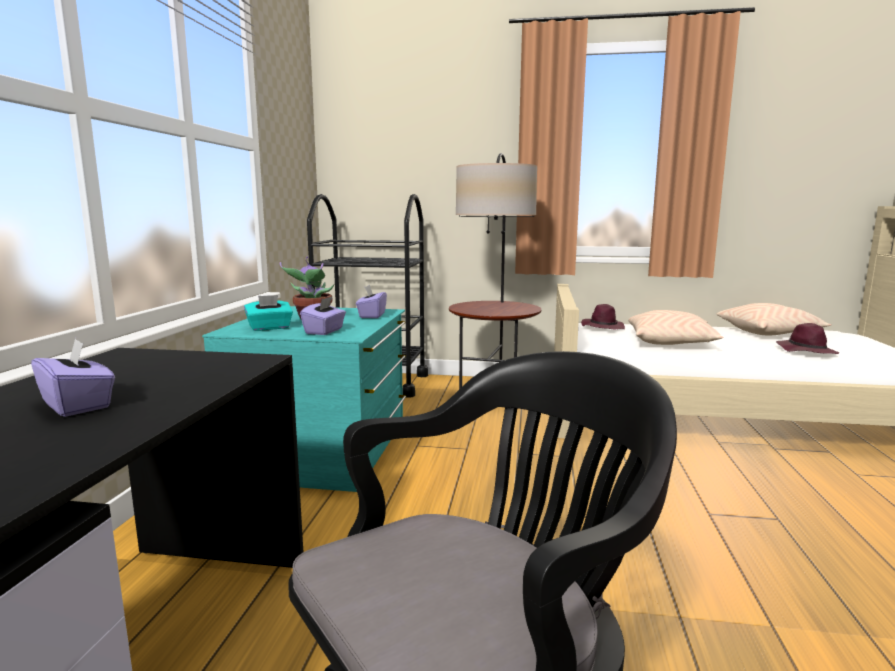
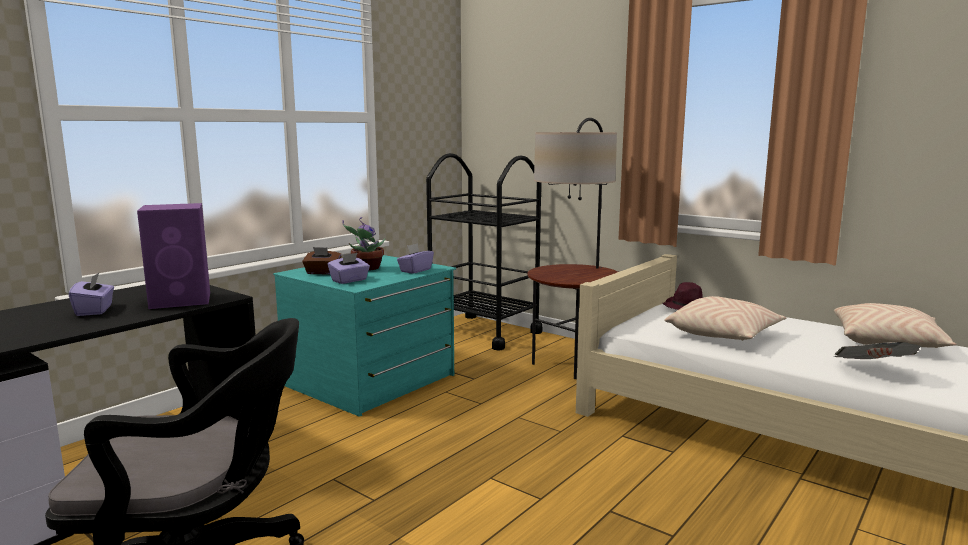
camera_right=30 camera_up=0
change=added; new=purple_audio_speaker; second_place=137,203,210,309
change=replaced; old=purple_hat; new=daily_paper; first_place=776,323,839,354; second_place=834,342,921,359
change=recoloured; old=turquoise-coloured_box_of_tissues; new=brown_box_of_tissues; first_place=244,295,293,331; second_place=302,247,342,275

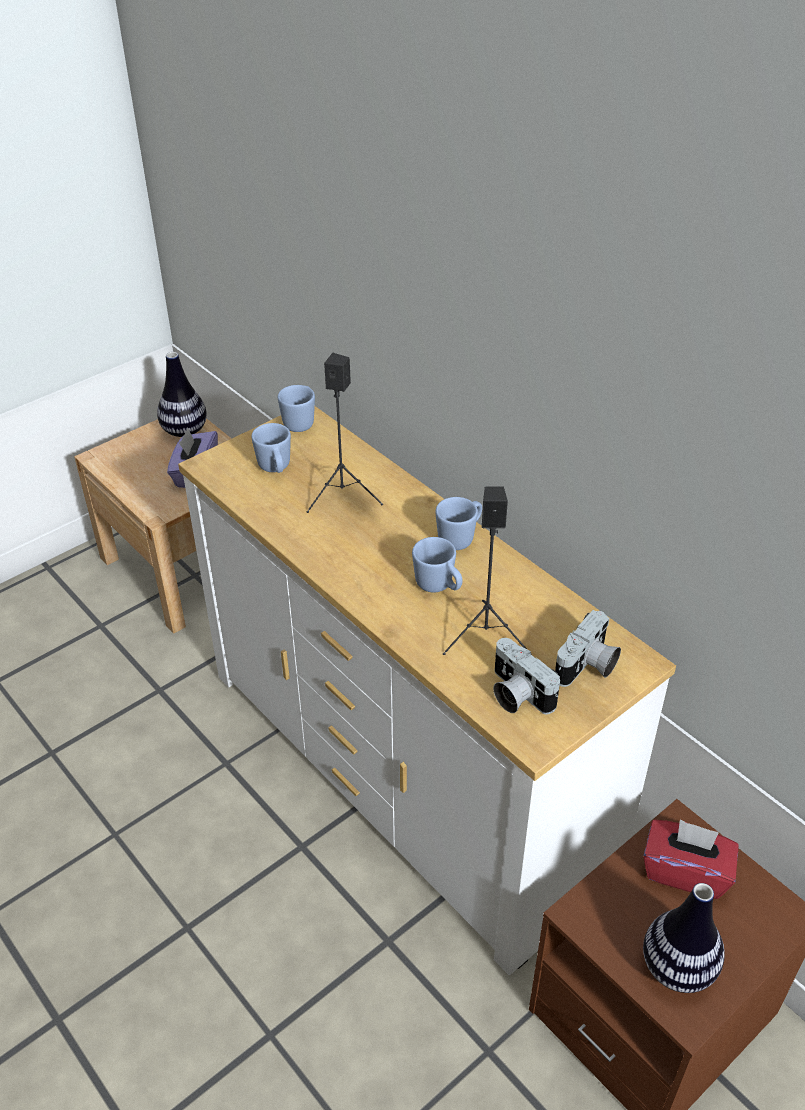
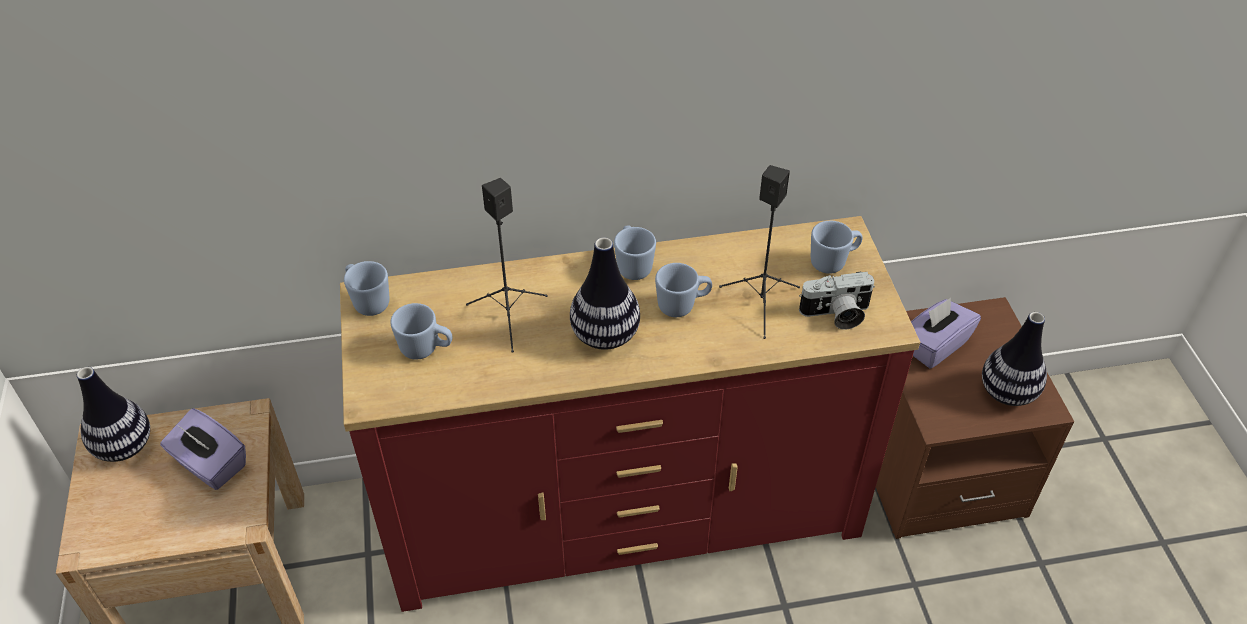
camera_right=-60 camera_up=5
change=added; new=vase; second_place=570,237,640,350
change=replaced; old=photo_camera; new=blue-coloured_coffee_mug; first_place=555,610,621,687; second_place=811,221,863,274
change=recoloured; old=white_dresser; new=reddish_dresser; first_place=178,406,676,976; second_place=340,216,920,612
change=recoloured; old=reddish_box_of_tissues; new=purple_box_of_tissues; first_place=644,819,739,899; second_place=911,298,981,369

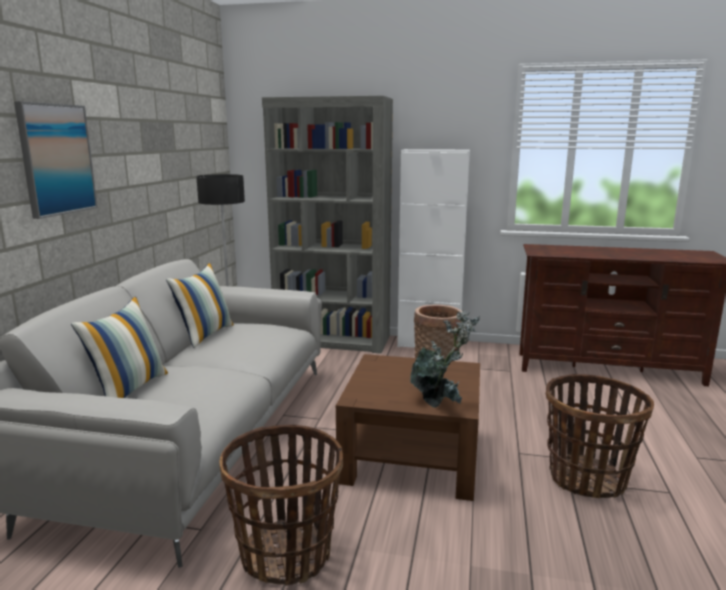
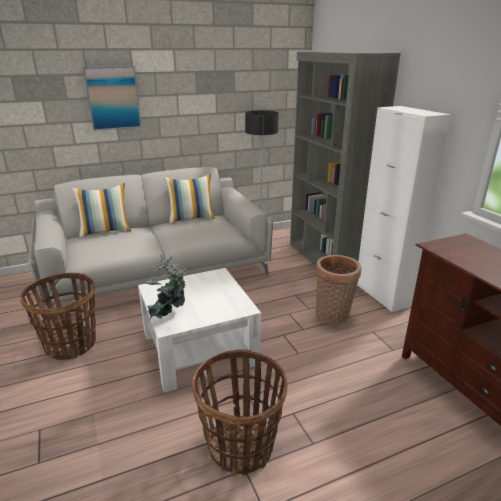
camera_right=55 camera_up=10
change=recoloured; old=brown_lounge_table; new=white_lounge_table; first_place=336,354,480,501; second_place=138,268,261,393

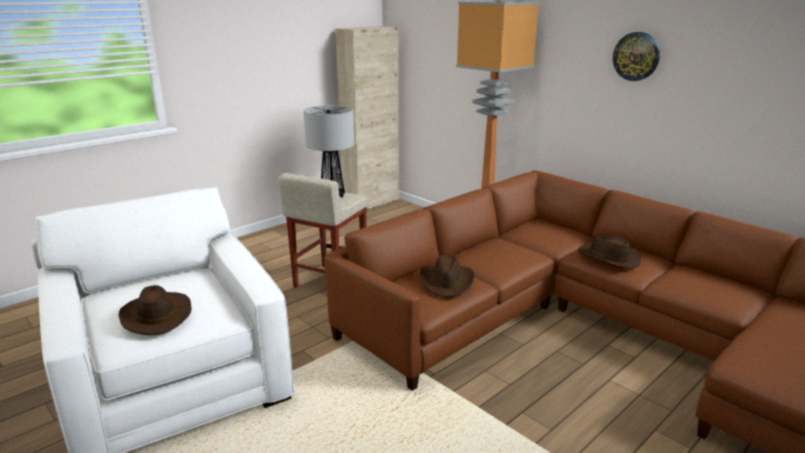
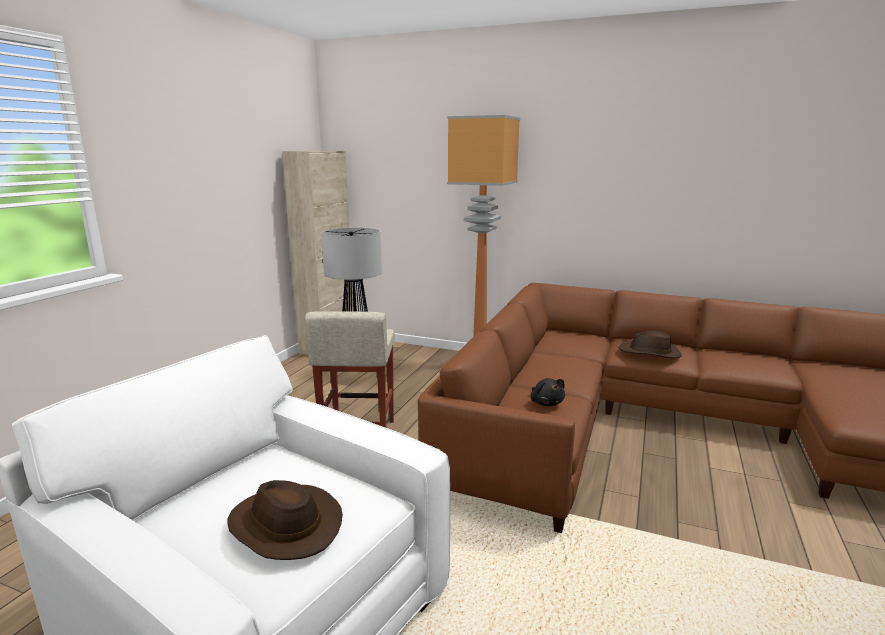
camera_right=-25 camera_up=-5
change=removed; old=wall_clock; first_place=613,32,660,81
change=replaced; old=brown_hat; new=blackish_cuddly_toy; first_place=420,254,474,298; second_place=531,378,565,406

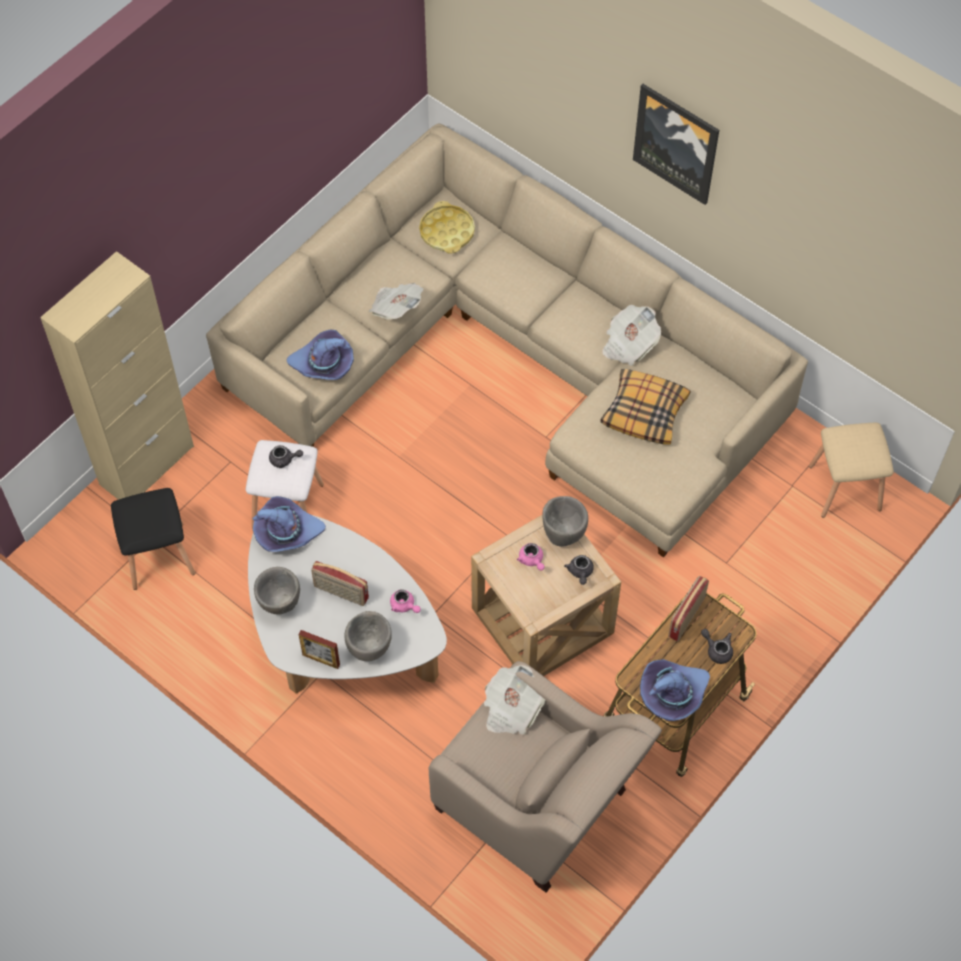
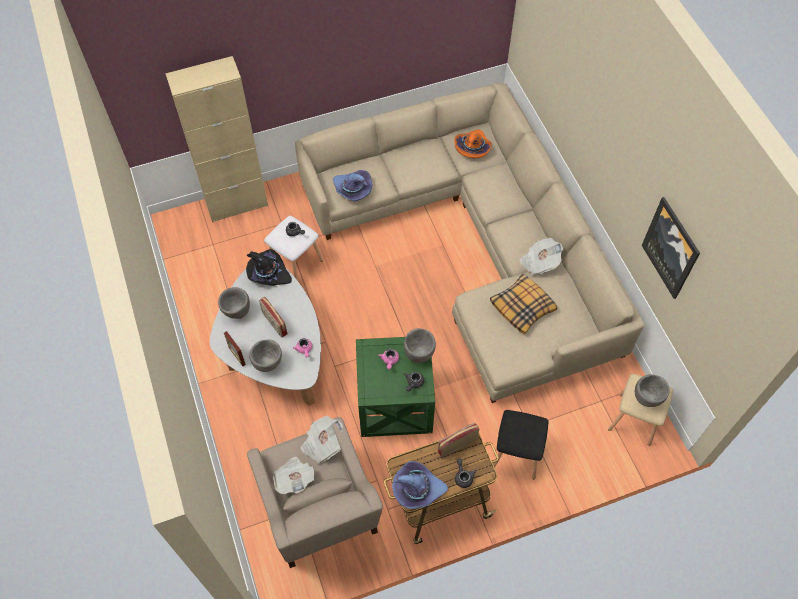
camera_right=30 camera_up=0
change=added; new=greyish_serving_bowl; second_place=635,374,670,407
change=moved; old=blackish_stool; first_place=111,488,195,590; second_place=493,410,548,479
change=moved; old=daily_paper; first_place=369,283,424,320; second_place=273,457,315,494
change=moved; old=picture; first_place=633,84,719,205; second_place=642,197,700,299
change=replaced; old=yellow_serving_tray; new=orange-coloured_hat; first_place=419,201,475,253; second_place=454,129,492,158
change=recoloured; old=purple_hat; new=blackish_hat; first_place=252,496,326,552; second_place=246,249,292,286
change=recoloured; old=beige-coloured_accent_table; new=green_accent_table; first_place=471,514,621,676; second_place=356,337,435,437

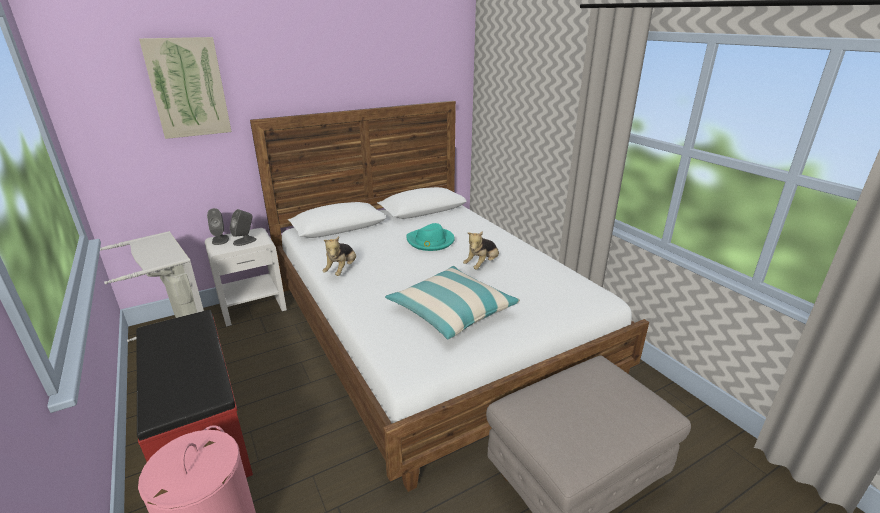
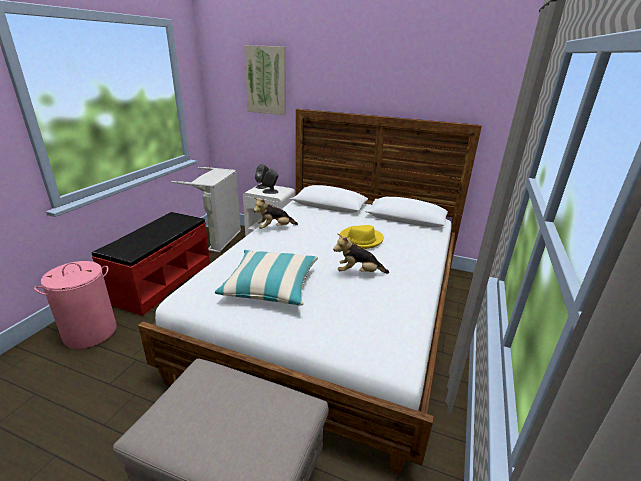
camera_right=50 camera_up=0
change=recoloured; old=turquoise-coloured_hat; new=yellow_hat; first_place=406,223,455,251; second_place=339,225,384,249

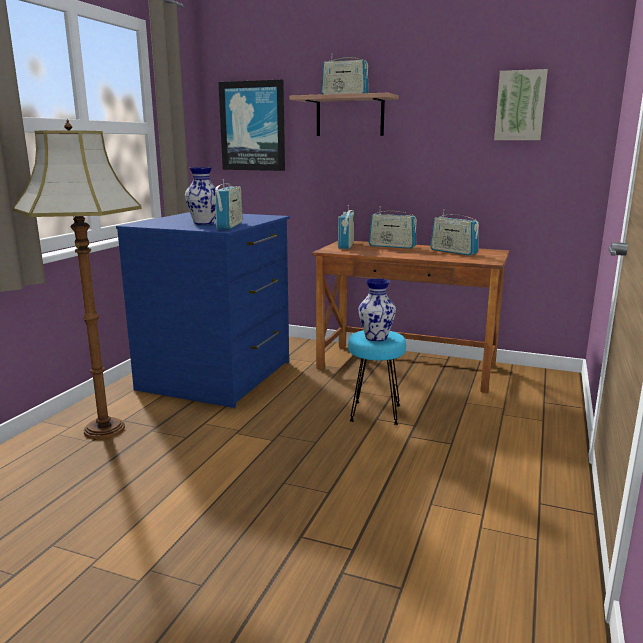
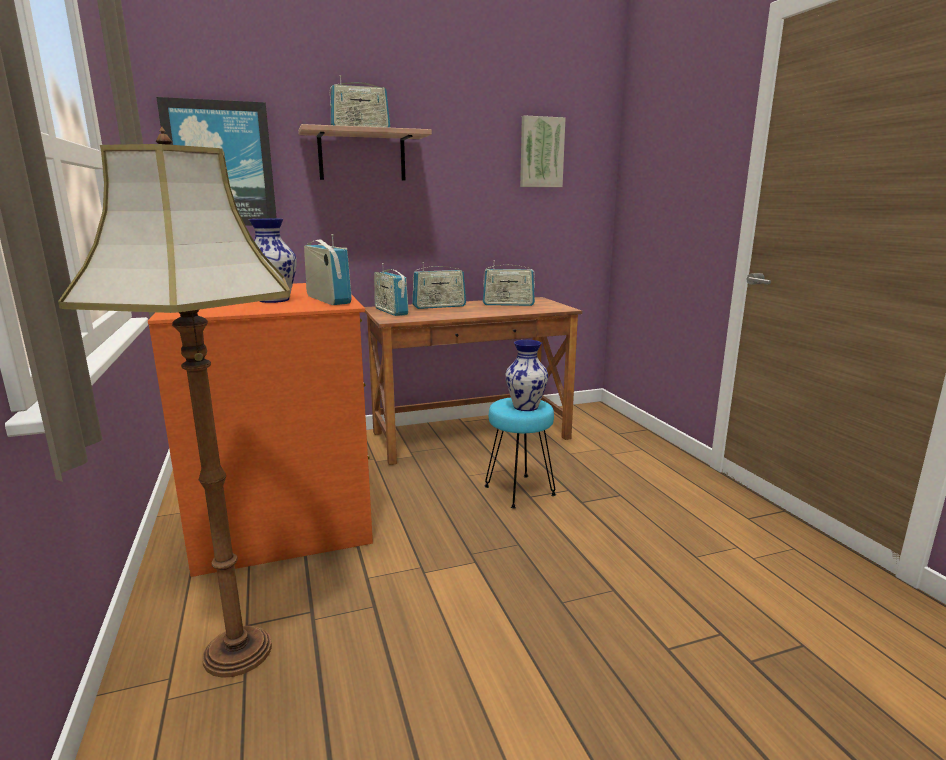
camera_right=-40 camera_up=0
change=recoloured; old=blue-coloured_dresser; new=orange-coloured_dresser; first_place=116,212,290,408; second_place=148,283,373,577

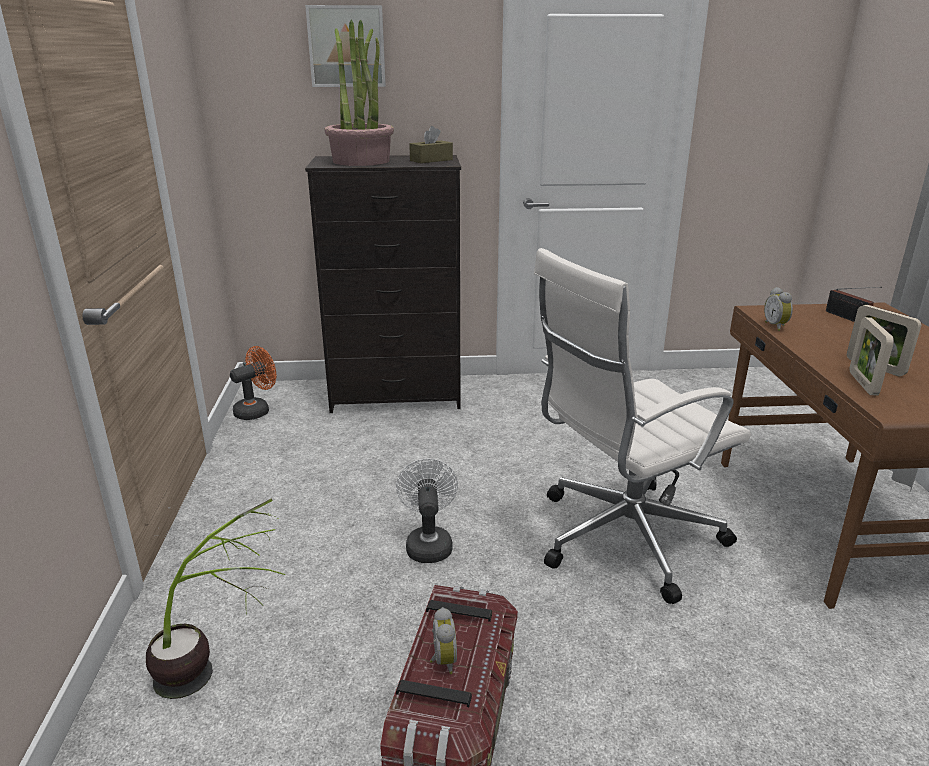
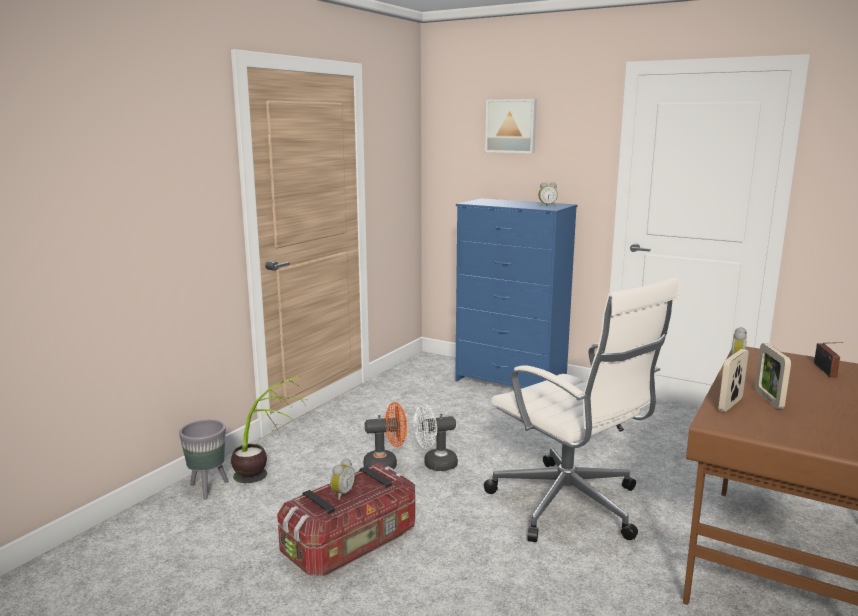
camera_right=35 camera_up=-10
change=removed; old=houseplant; first_place=325,20,394,166
change=added; new=greyish_planter; second_place=179,420,229,500
change=moved; old=orange-coloured_electric_fan; first_place=230,346,276,420; second_place=363,402,407,469
change=replaced; old=brown_box_of_tissues; new=bedside_clock; first_place=409,126,453,163; second_place=538,182,558,206
change=recoloured; old=blackish_dresser; new=blue-coloured_dresser; first_place=305,155,461,413; second_place=455,198,577,388
change=turned; old=white_electric_fan; first_place=396,458,458,563; second_place=413,404,458,471; degrees=-135
change=turned; old=white_desk_chair; first_place=534,248,751,604; second_place=484,278,679,542; degrees=-135

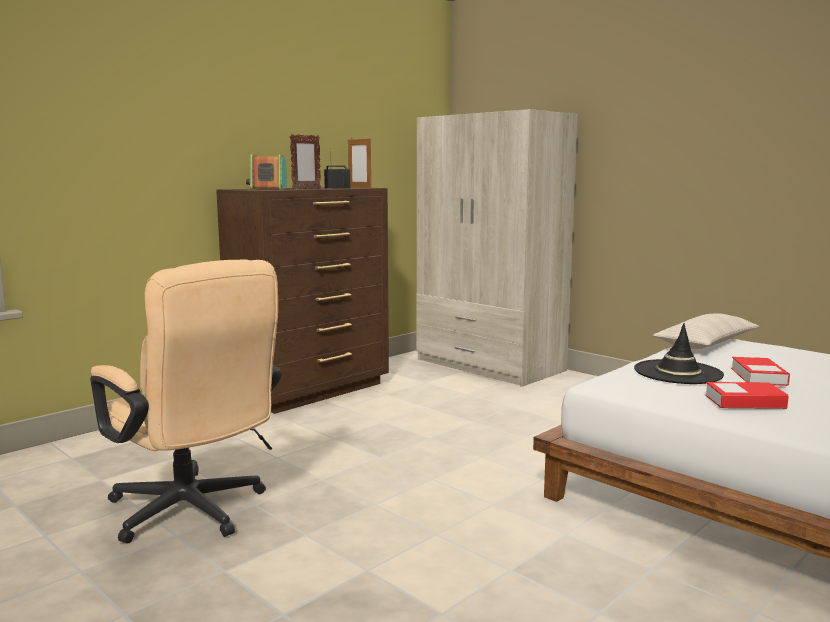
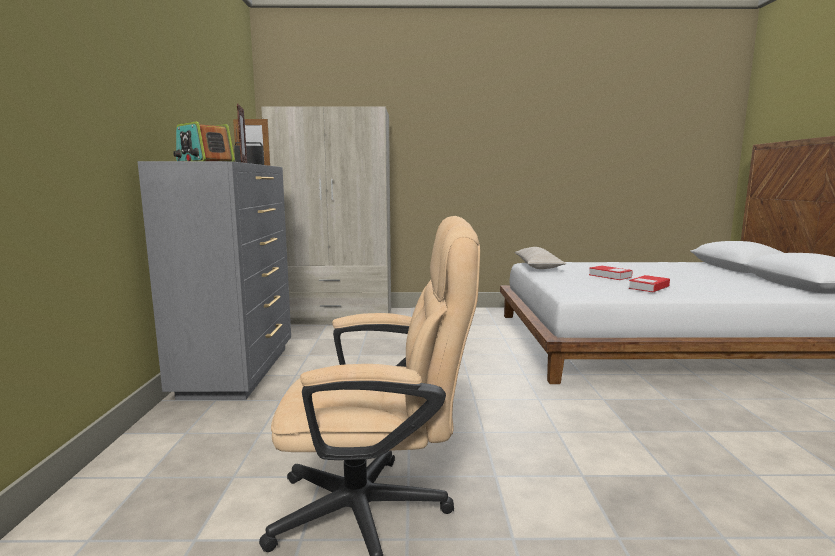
camera_right=-45 camera_up=0
change=removed; old=blackish_hat; first_place=634,323,724,384
change=recoloured; old=brown_dresser; new=greyish_dresser; first_place=216,187,389,414; second_place=138,161,291,400

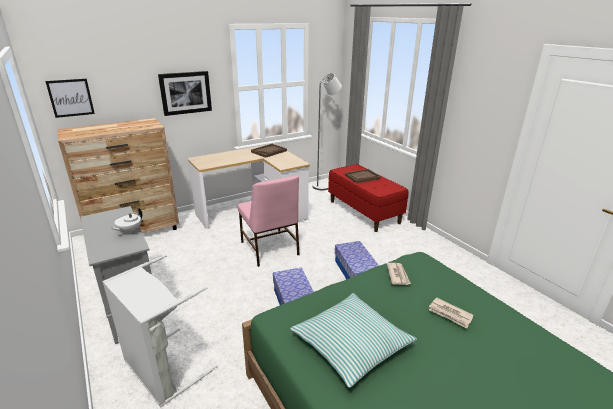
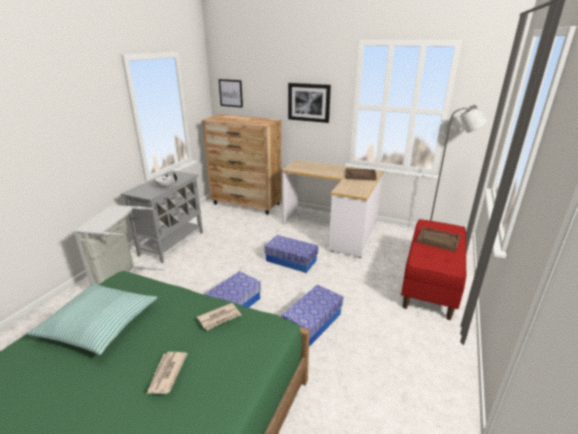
camera_right=55 camera_up=0
change=replaced; old=pinkish_chair; new=storage_container; first_place=238,176,299,267; second_place=264,235,318,273

